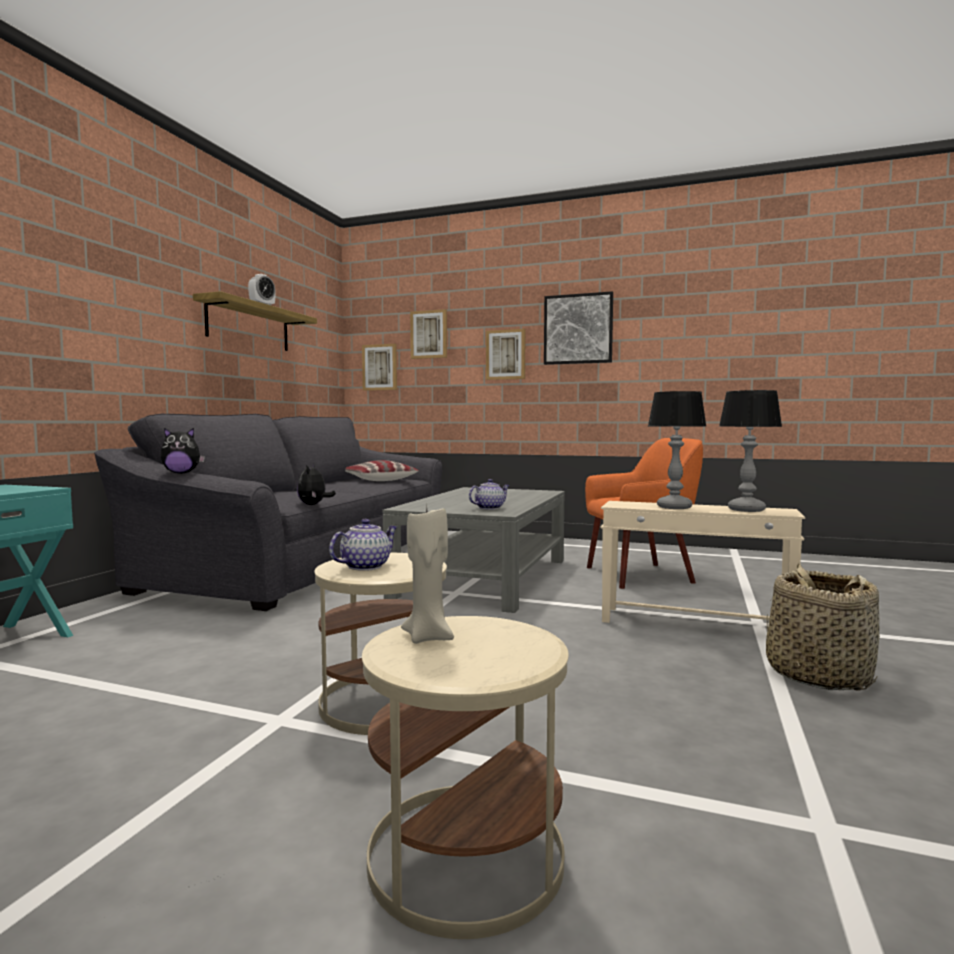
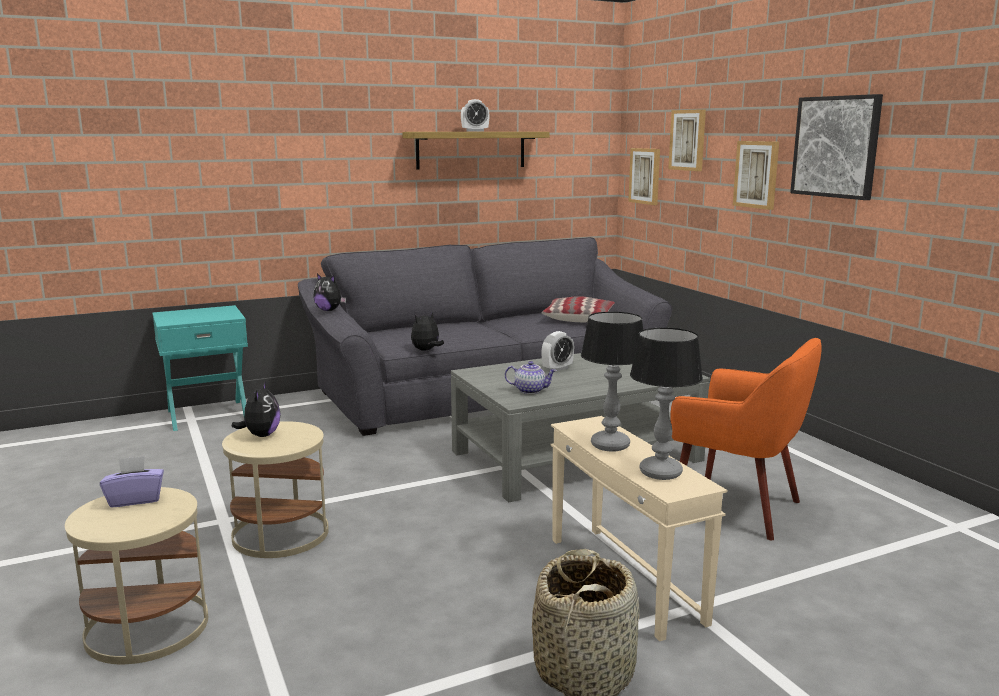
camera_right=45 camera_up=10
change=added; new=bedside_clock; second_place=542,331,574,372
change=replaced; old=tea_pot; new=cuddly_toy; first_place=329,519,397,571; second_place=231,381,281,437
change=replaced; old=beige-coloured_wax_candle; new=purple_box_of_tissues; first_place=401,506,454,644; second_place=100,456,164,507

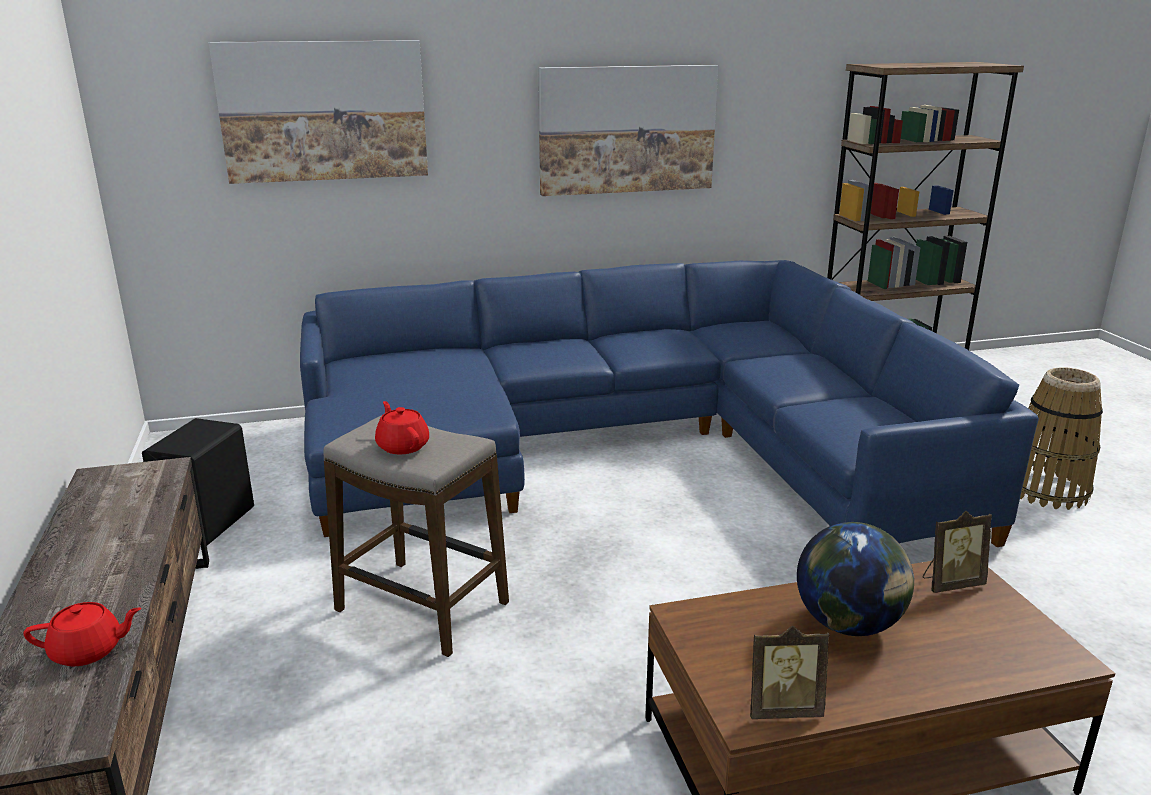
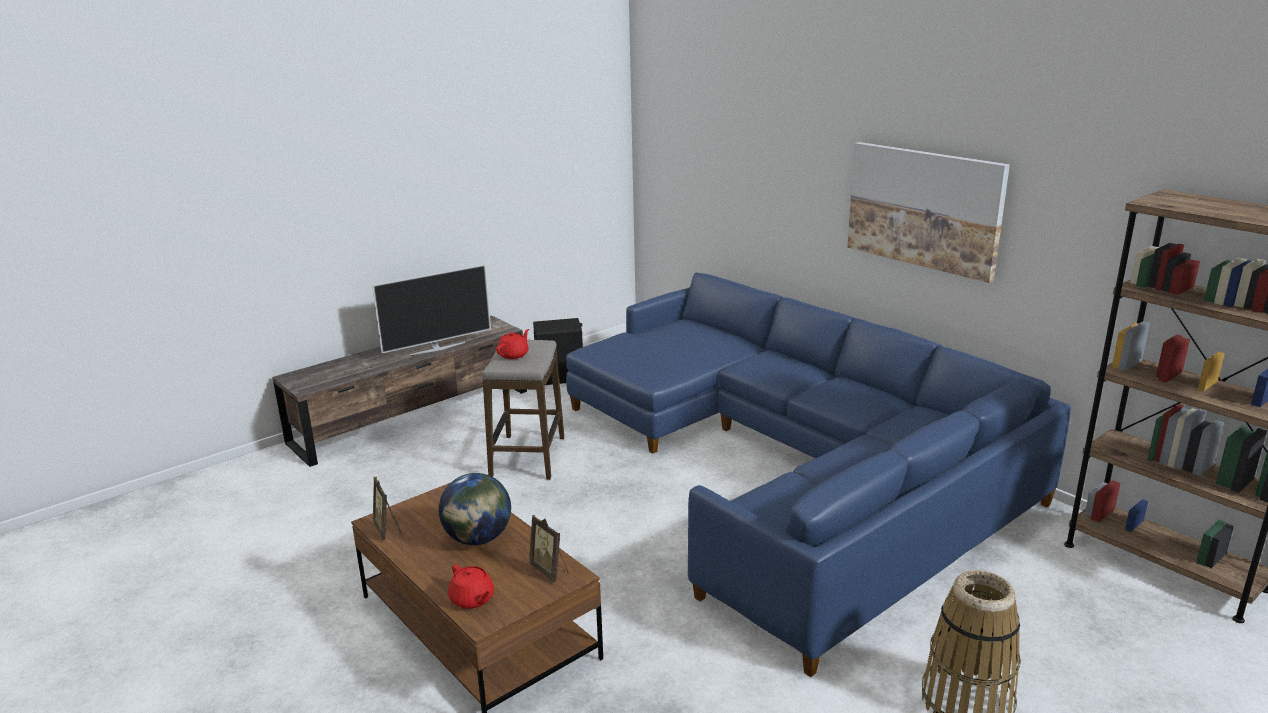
camera_right=65 camera_up=0
change=removed; old=picture; first_place=209,40,428,184
change=added; new=television; second_place=372,264,491,355
change=moved; old=reddish_tea_pot; first_place=24,602,141,666; second_place=448,565,494,609

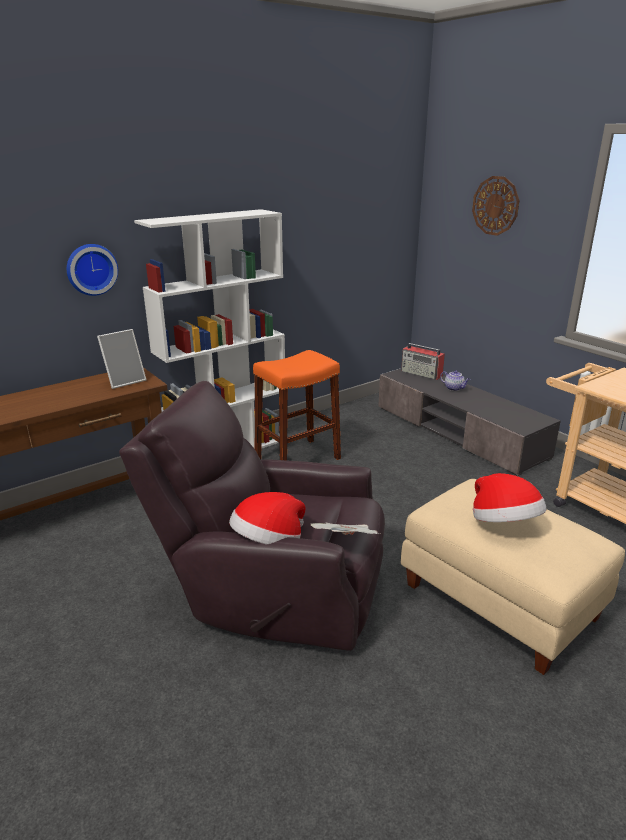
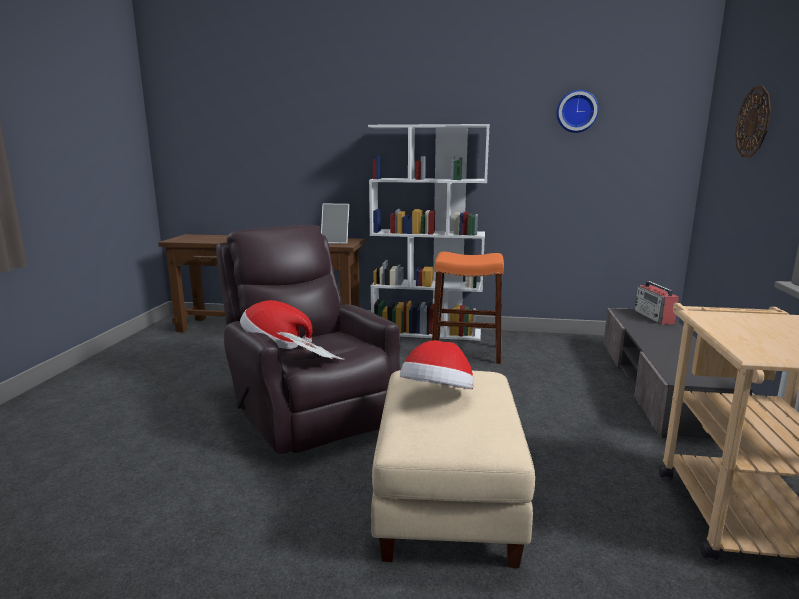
camera_right=45 camera_up=-10
change=removed; old=tea_pot; first_place=440,371,470,391
change=moved; old=wall_clock; first_place=67,244,118,296; second_place=556,90,599,133

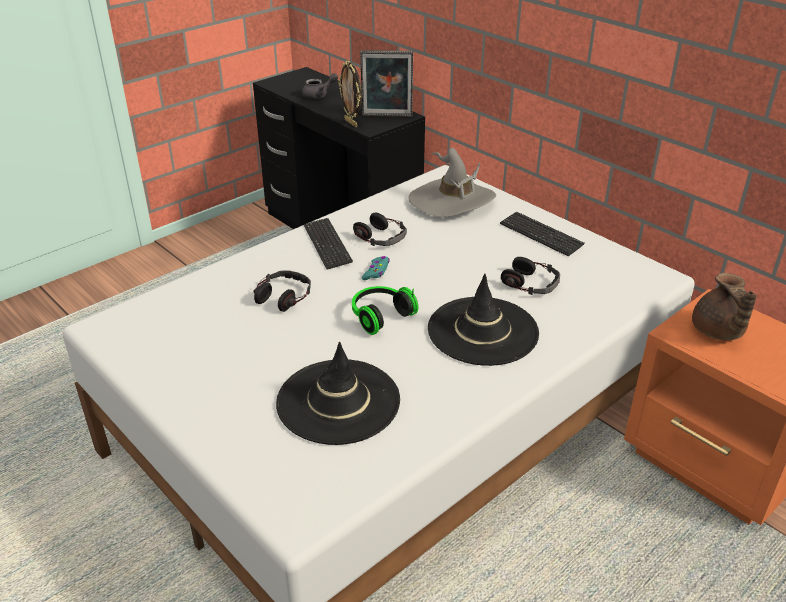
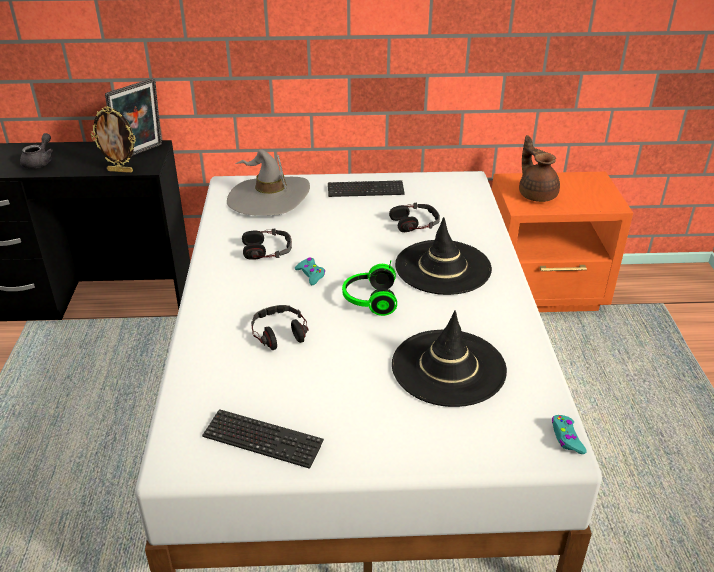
camera_right=-50 camera_up=0
change=added; new=turquoise-coloured_gamepad; second_place=552,415,587,454
change=moved; old=PC_keyboard; first_place=304,218,353,269; second_place=202,409,324,469
change=turned; old=brown_tea_pot; first_place=692,273,756,340; second_place=519,135,560,202; degrees=-150

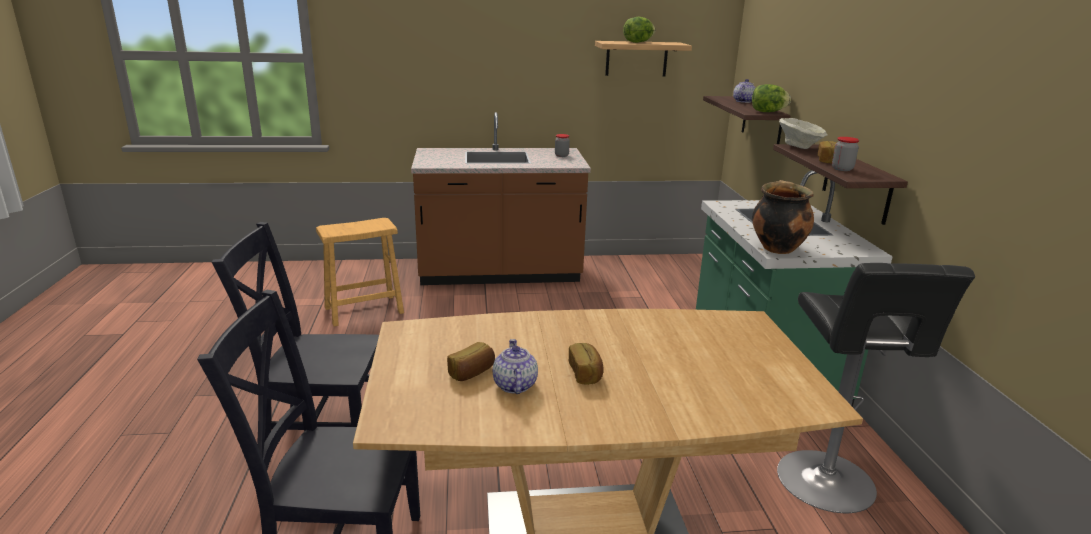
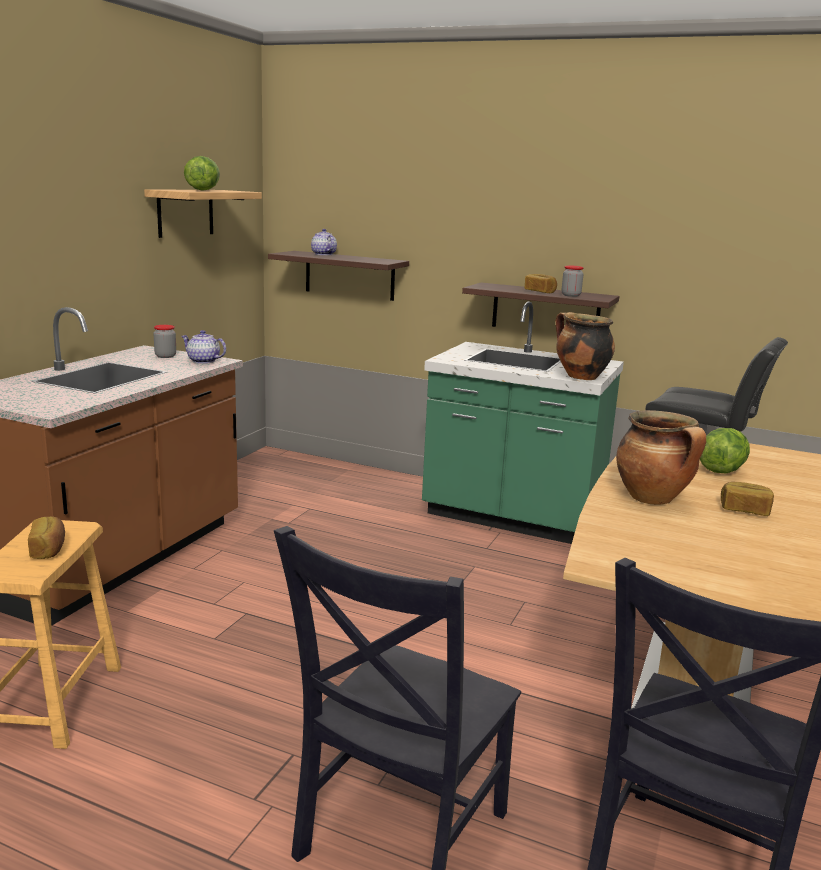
camera_right=-60 camera_up=-5
change=removed; old=beige-coloured_serving_bowl; first_place=779,118,828,149
change=added; new=saucepot; second_place=616,410,706,505
change=moved; old=bakery_bread; first_place=447,342,495,381; second_place=28,516,65,559
change=moved; old=tea_pot; first_place=493,339,538,394; second_place=181,330,226,364
change=moved; old=lettuce; first_place=752,84,791,112; second_place=700,428,750,473

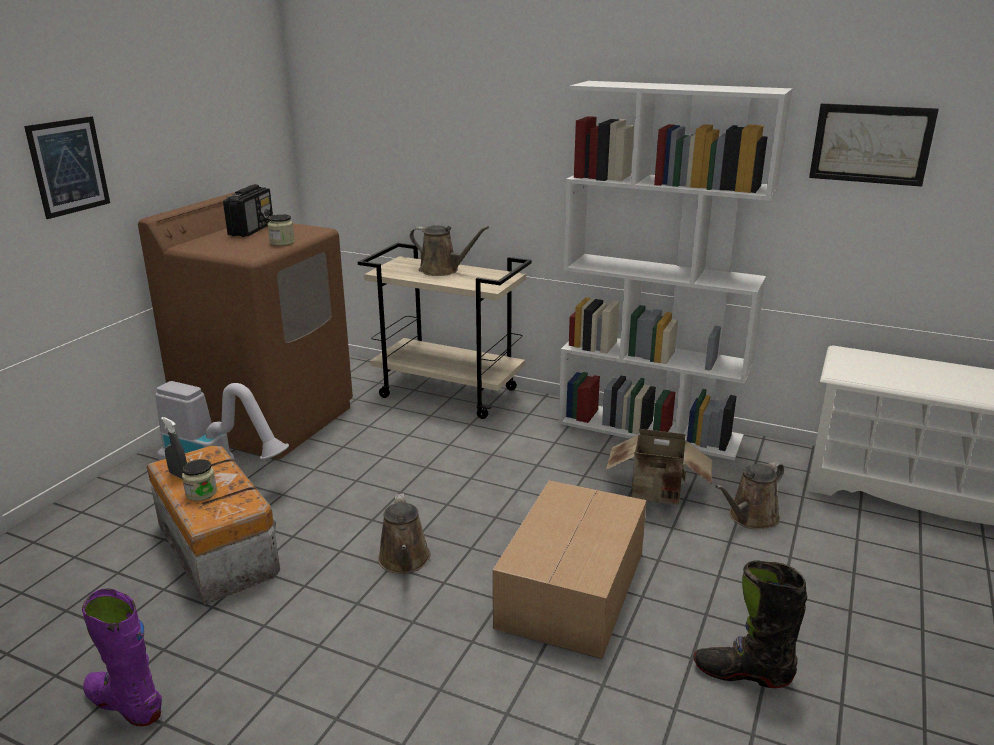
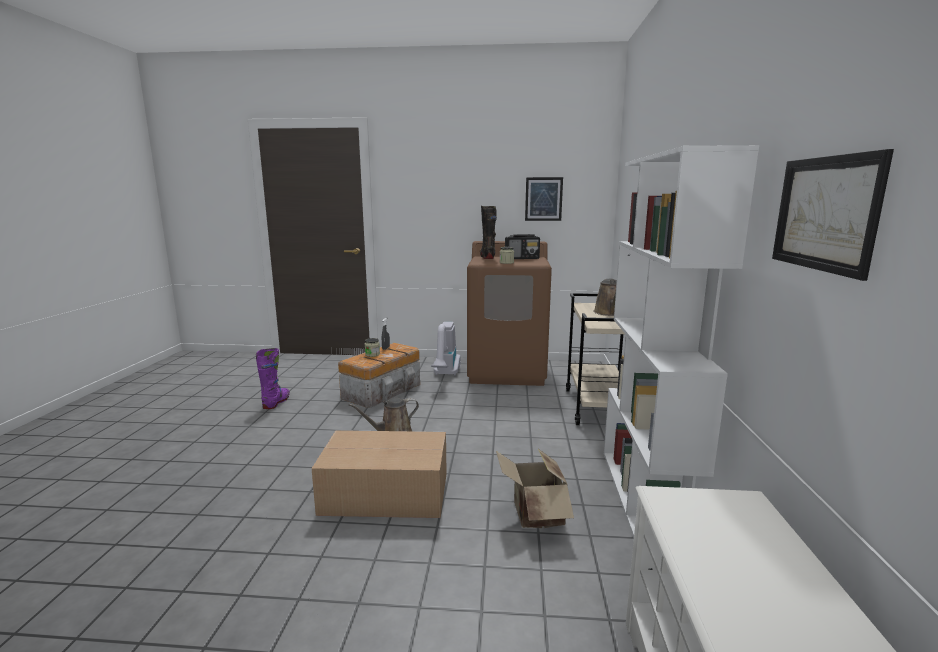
camera_right=70 camera_up=-10
change=removed; old=brown_sprinkling_can; first_place=715,461,784,529
change=moved; old=picture; first_place=24,116,110,219; second_place=525,177,563,221
change=moved; old=blackish_boot; first_place=694,560,807,688; second_place=480,206,497,259

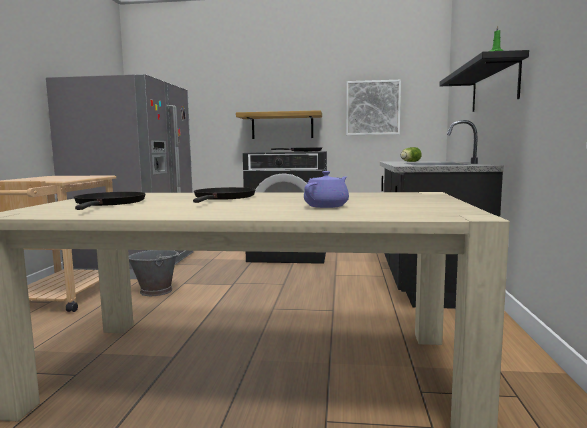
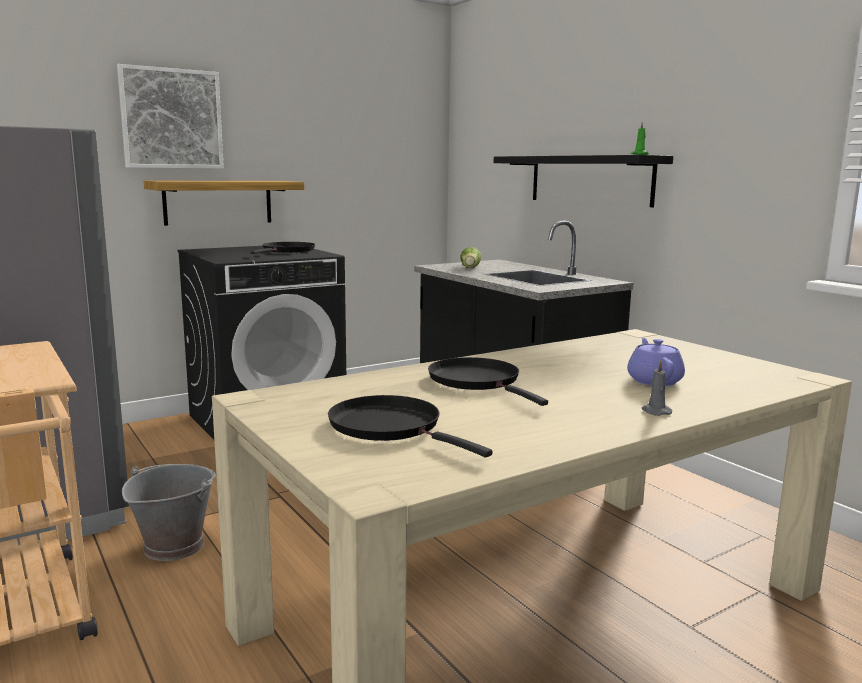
camera_right=-40 camera_up=5
change=added; new=greyish_wax_candle; second_place=642,360,672,416
change=moved; old=picture; first_place=346,80,401,135; second_place=117,64,224,169

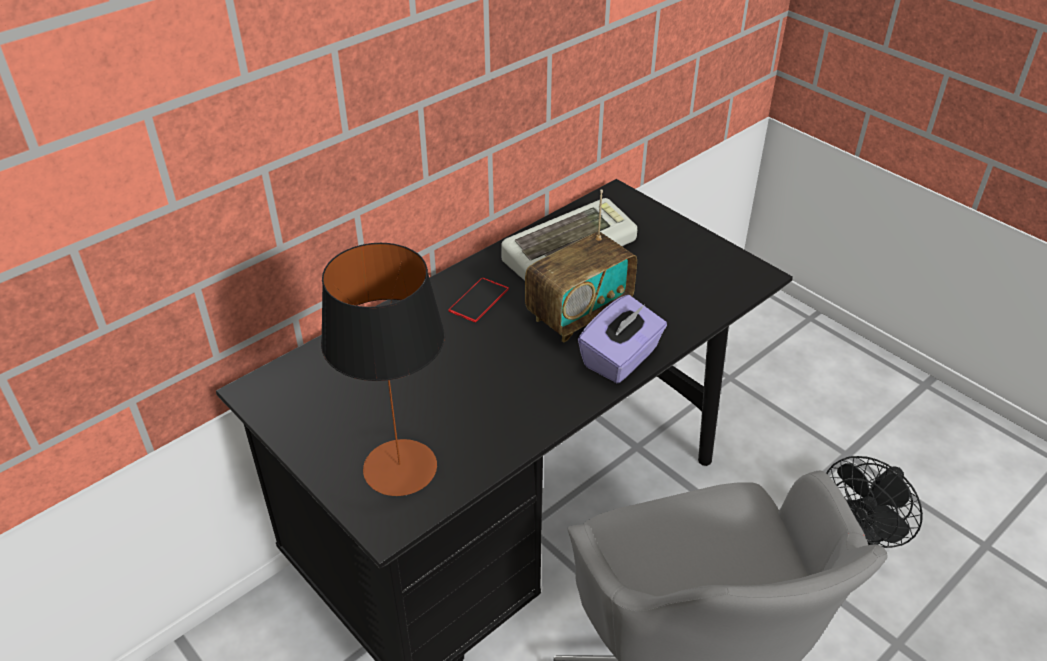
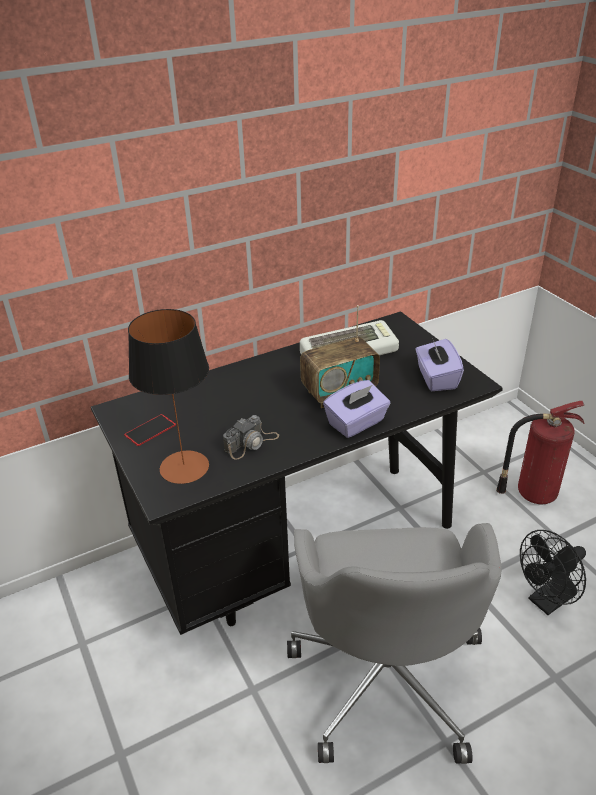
camera_right=15 camera_up=-5
change=added; new=photo_camera; second_place=223,415,279,460
change=added; new=purple_box_of_tissues; second_place=415,339,464,391
change=added; new=fire-fighting_cylinder; second_place=496,401,585,504
change=moved; old=handset; first_place=449,278,509,322; second_place=124,414,176,446

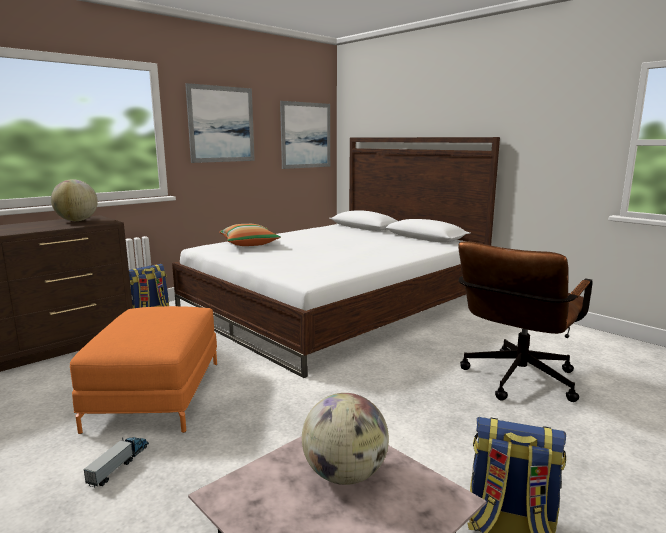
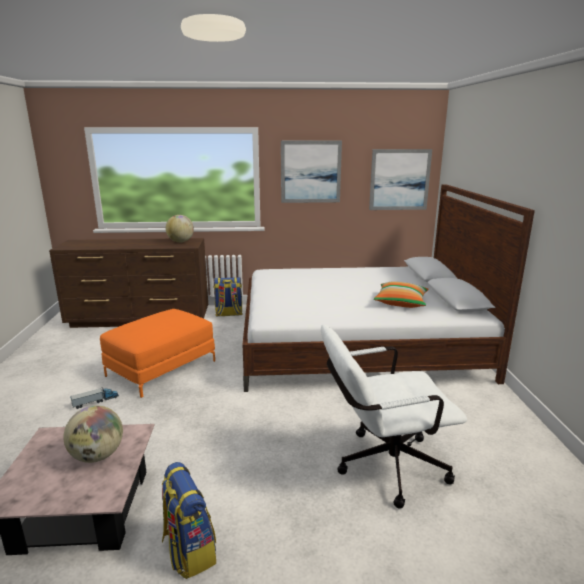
camera_right=40 camera_up=5
change=moved; old=pillow; first_place=219,224,281,246; second_place=374,281,429,308
change=recoloured; old=brown_desk_chair; new=white_desk_chair; first_place=458,241,593,402; second_place=321,325,467,509

